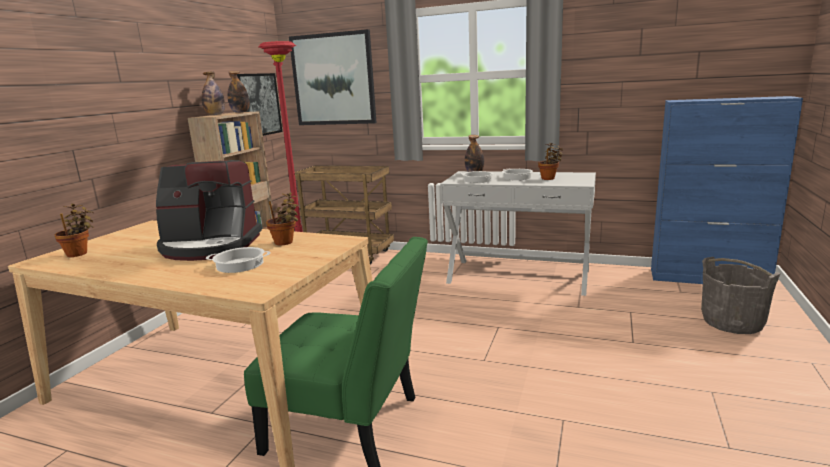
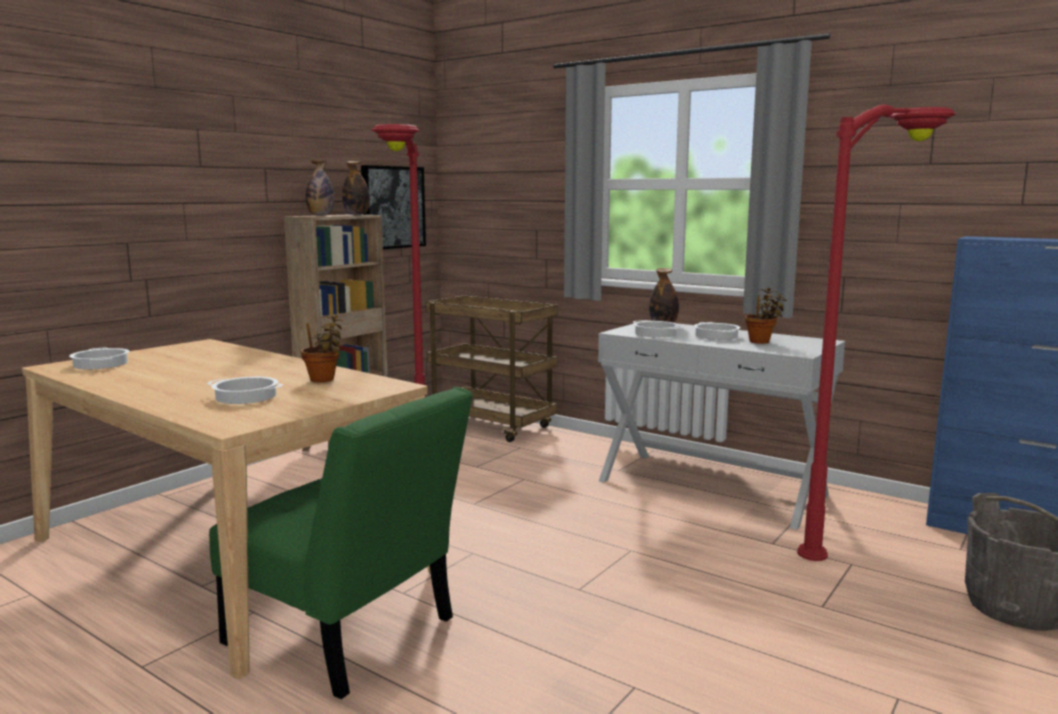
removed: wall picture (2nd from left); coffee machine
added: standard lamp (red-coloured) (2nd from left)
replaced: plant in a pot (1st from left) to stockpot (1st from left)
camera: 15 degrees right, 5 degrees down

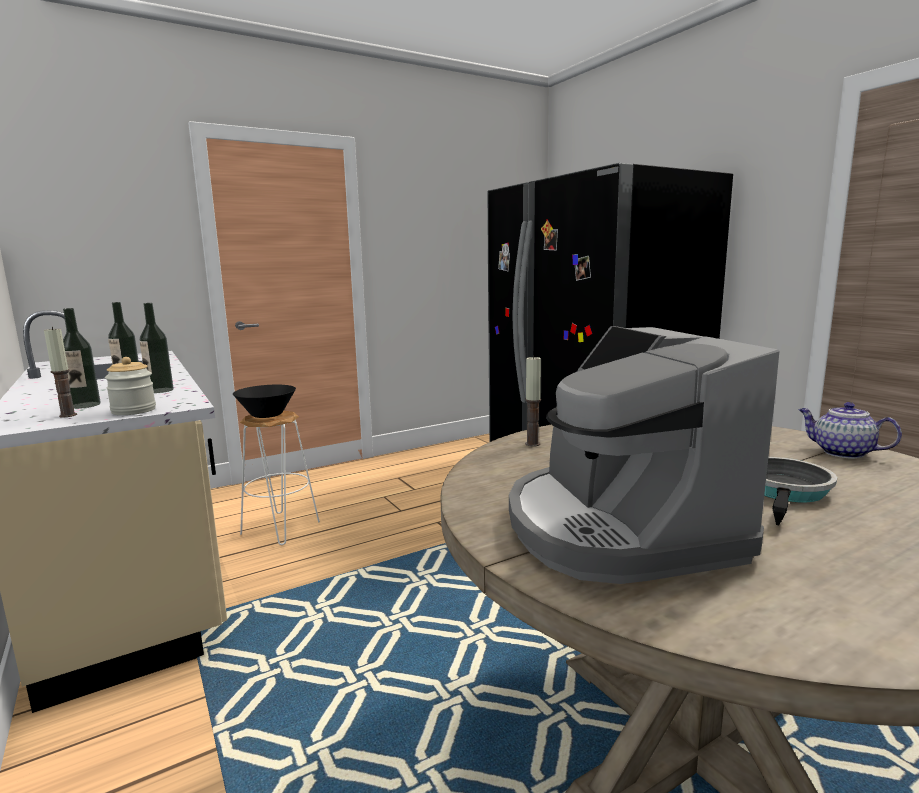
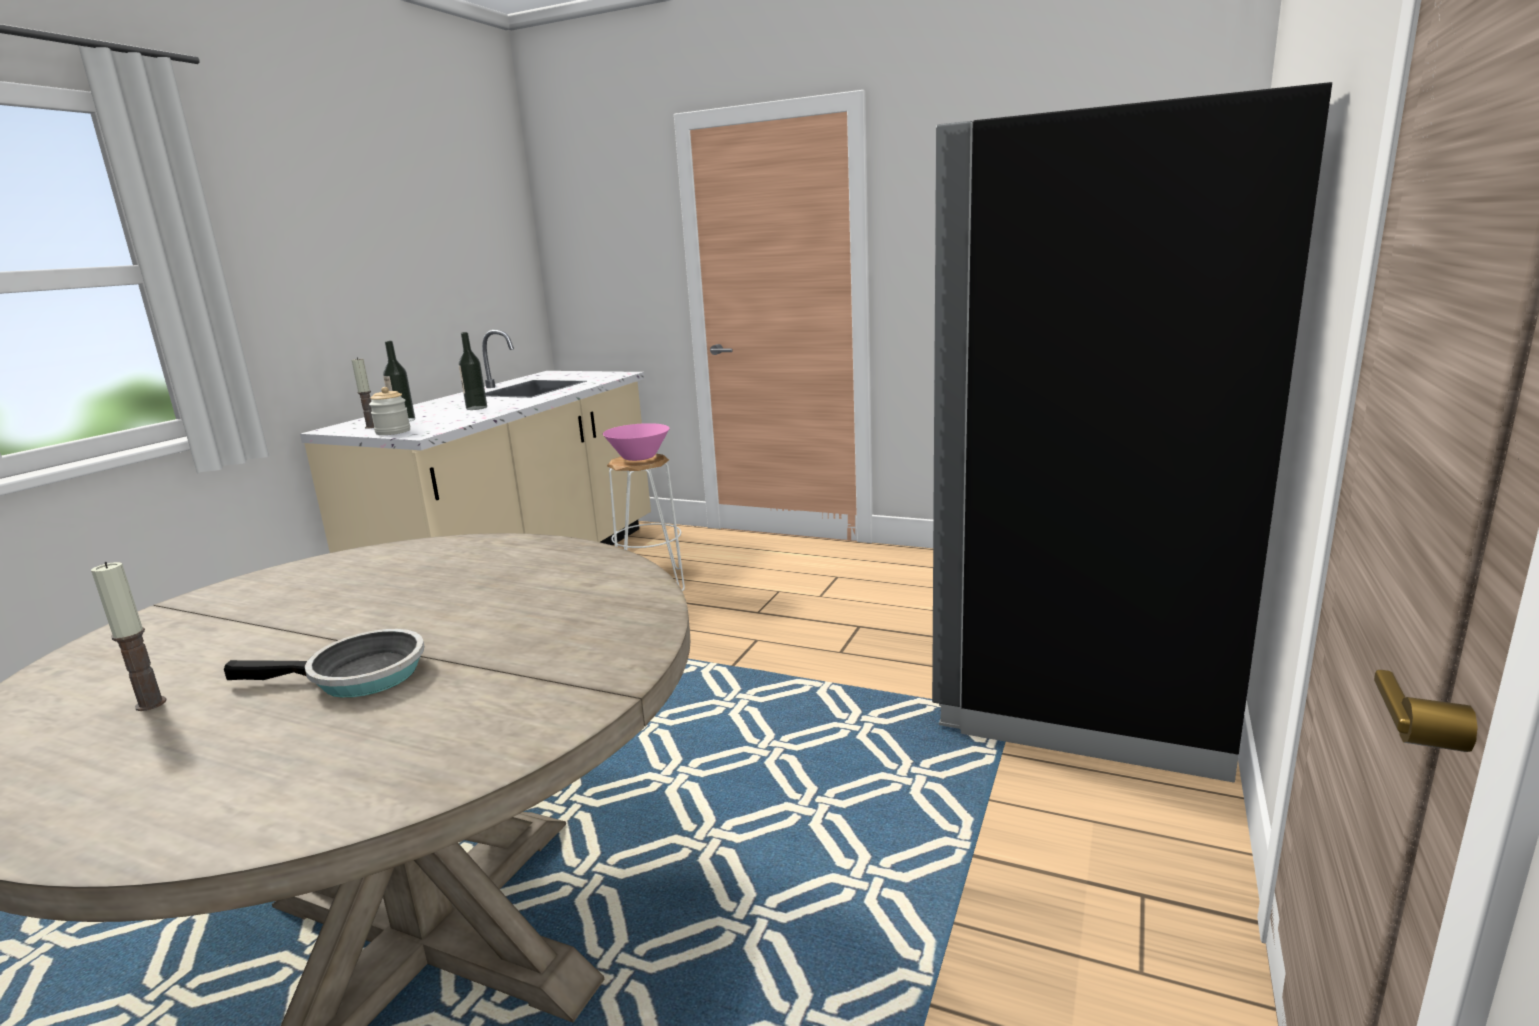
removed: beverage bottle (3rd from left); coffee machine; pot for tea
moved: wax light (2nd from left in the first image) to wax light (1st from left)
recoloured: deep dish (black) to deep dish (pinkish)
camera: 55 degrees right, 5 degrees up

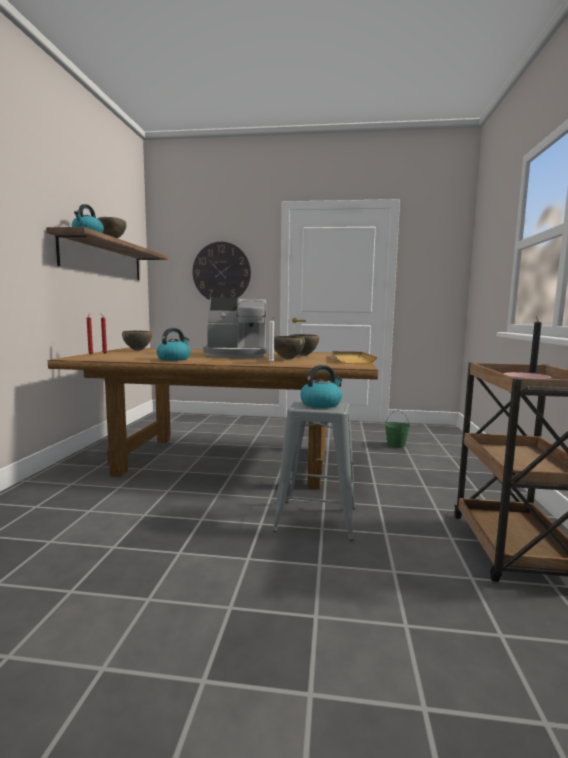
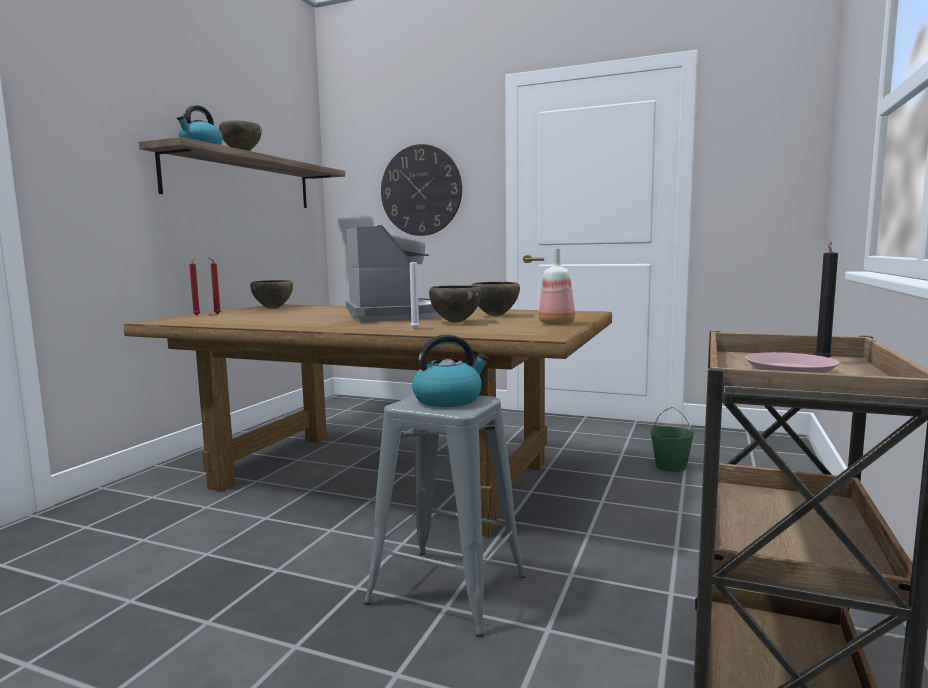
removed: tea kettle (2nd from left)
replaced: serving tray (sand-coloured) to beverage bottle
turned: coffee machine 120 degrees counterclockwise
camera: 15 degrees right, 0 degrees up

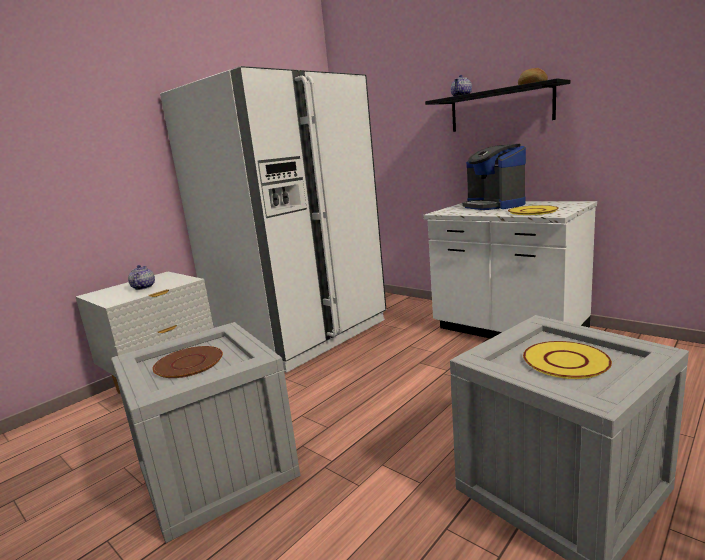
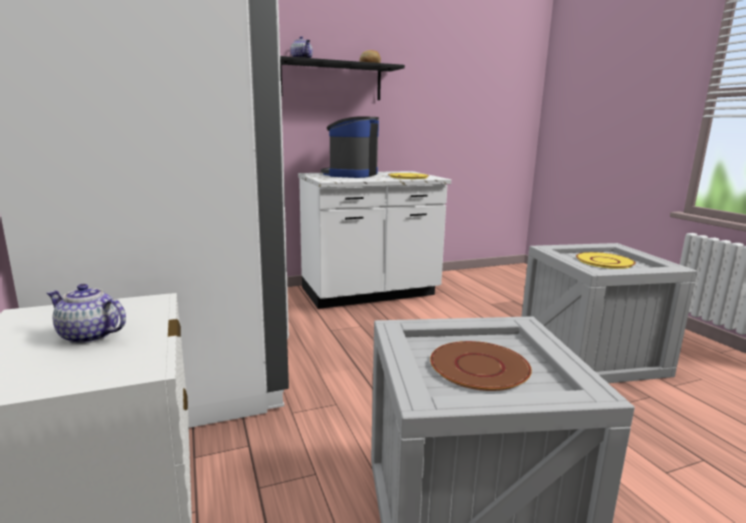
turned: coffee machine 105 degrees clockwise
camera: 65 degrees left, 0 degrees up

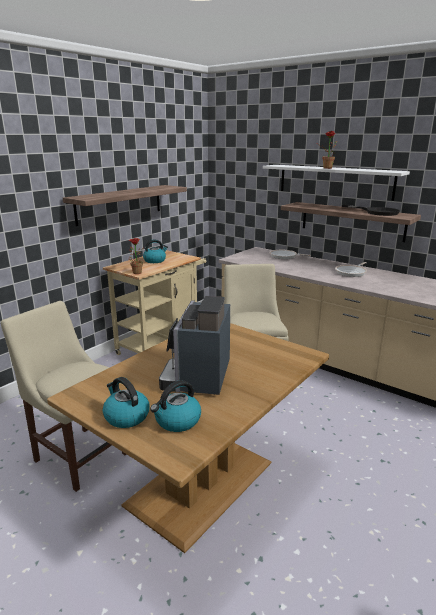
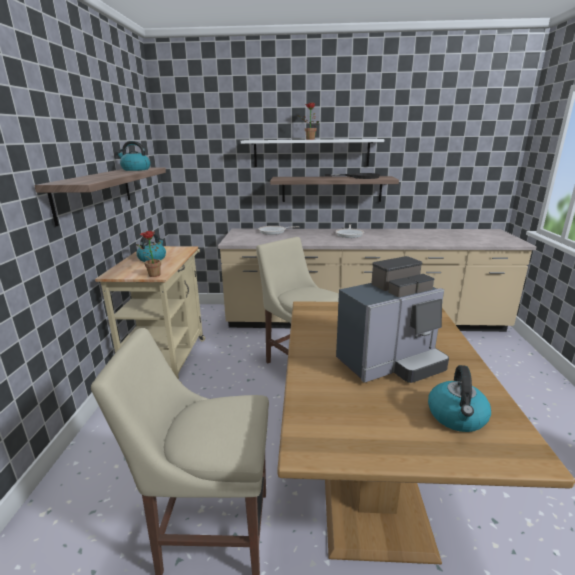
moved: tea kettle (1st from left)
turned: coffee machine 90 degrees counterclockwise
camera: 35 degrees left, 0 degrees up

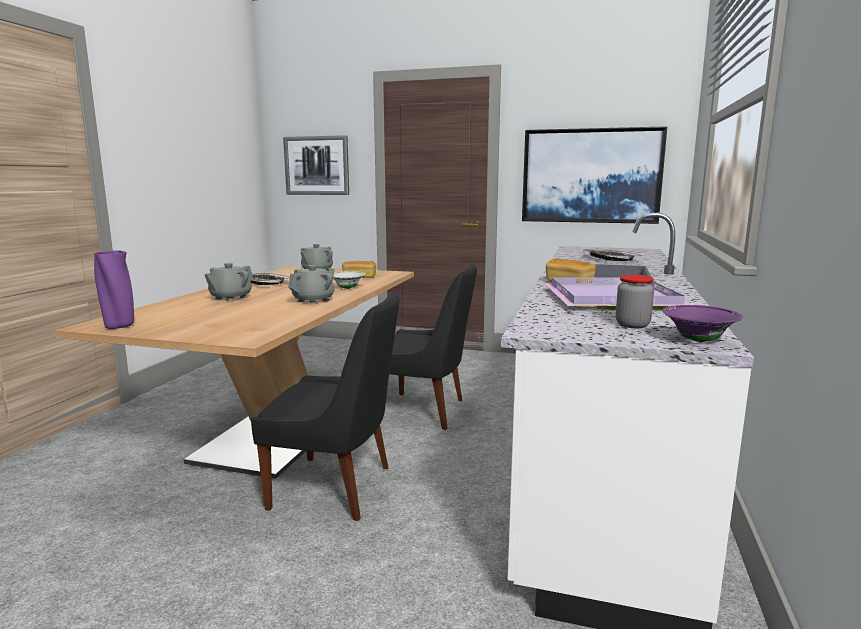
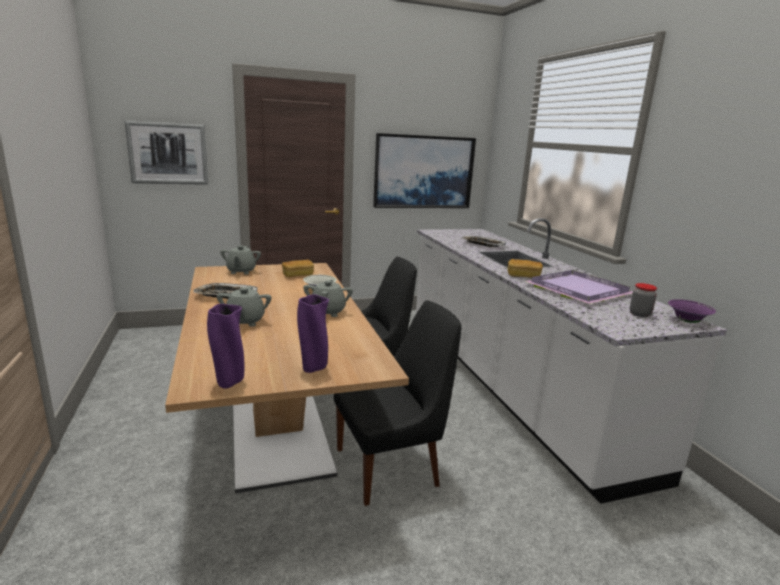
added: vase (purplish) (2nd from left)
camera: 35 degrees left, 5 degrees up

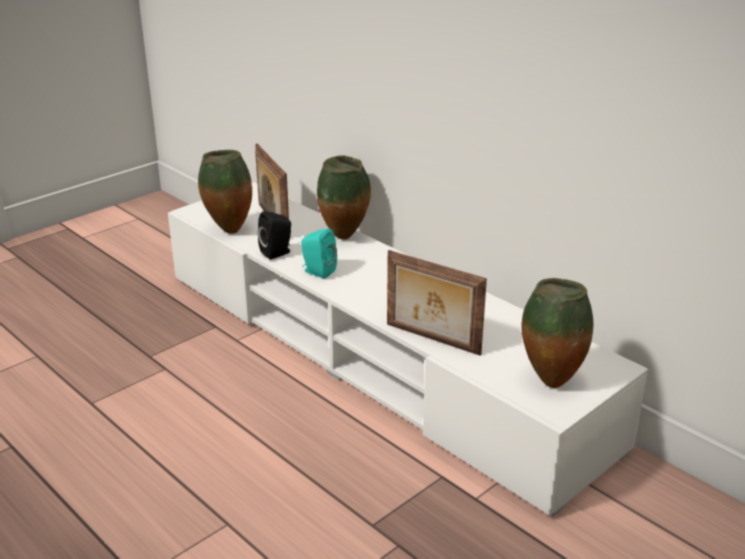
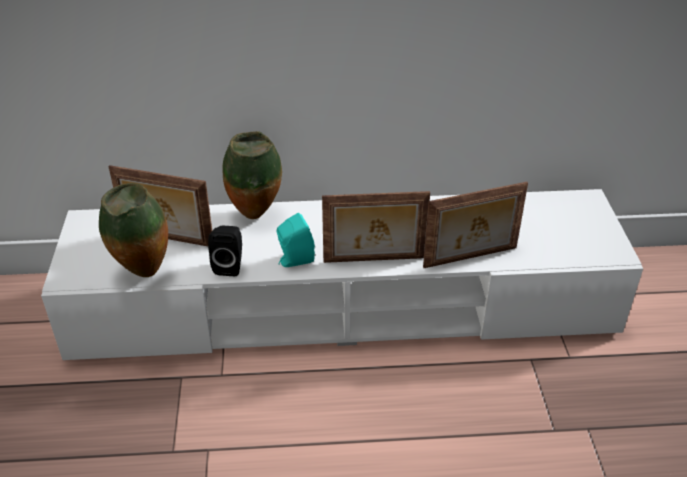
removed: vase (3rd from left)
added: photo frame (2nd from left)
camera: 50 degrees left, 10 degrees up

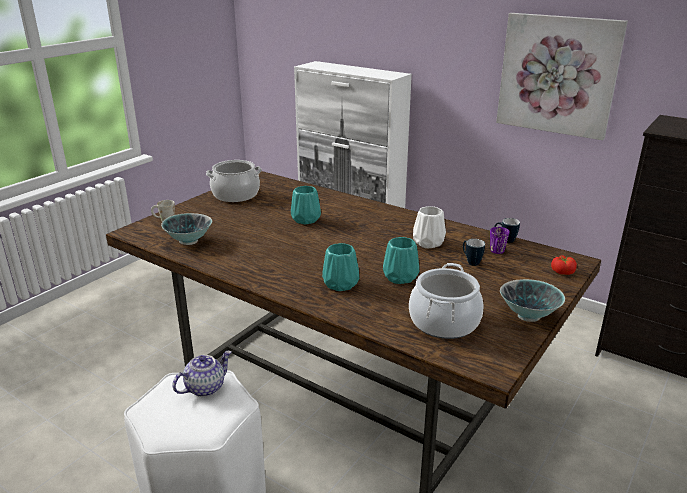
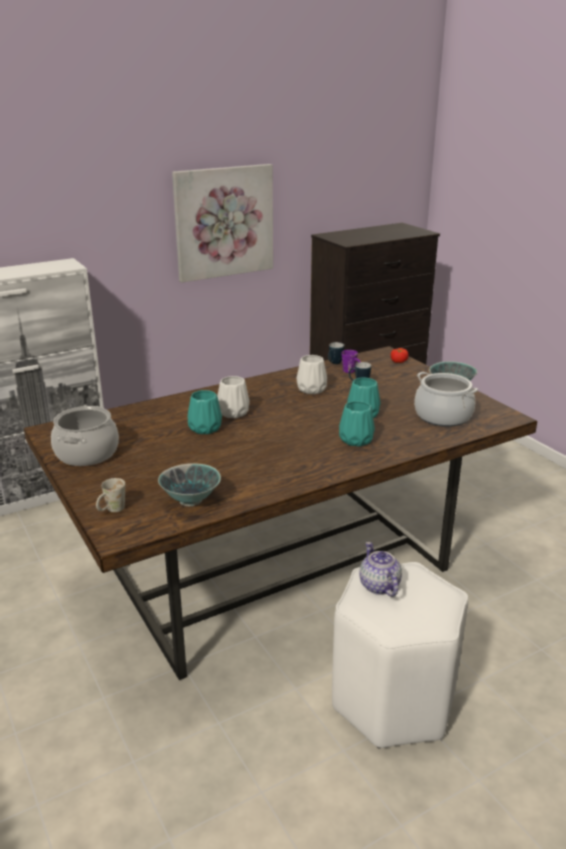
added: vase (whitish) (1st from left)
camera: 65 degrees left, 0 degrees up

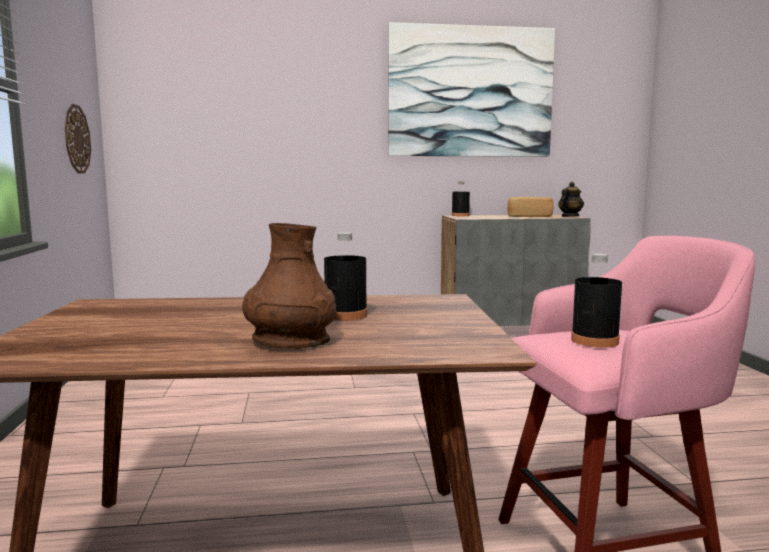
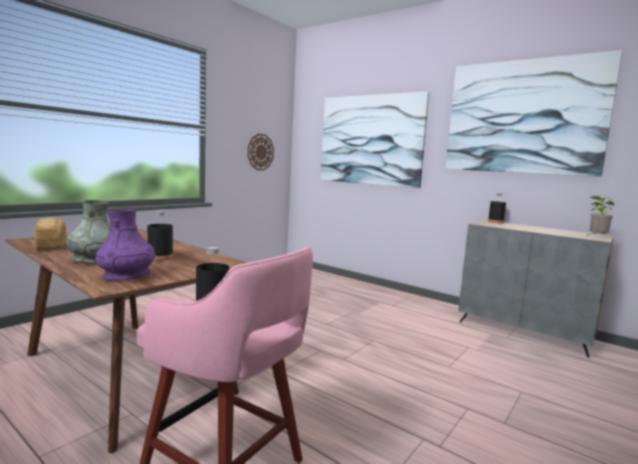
added: wall picture (1st from left); vase (purplish)
moved: baked bread
replaced: pot for tea to plant in a pot
recoloured: vase (brown) to vase (greyish)
camera: 45 degrees right, 0 degrees up

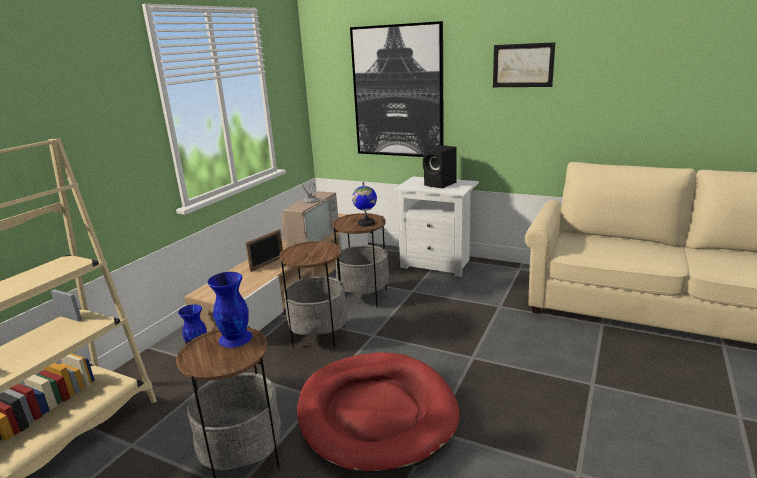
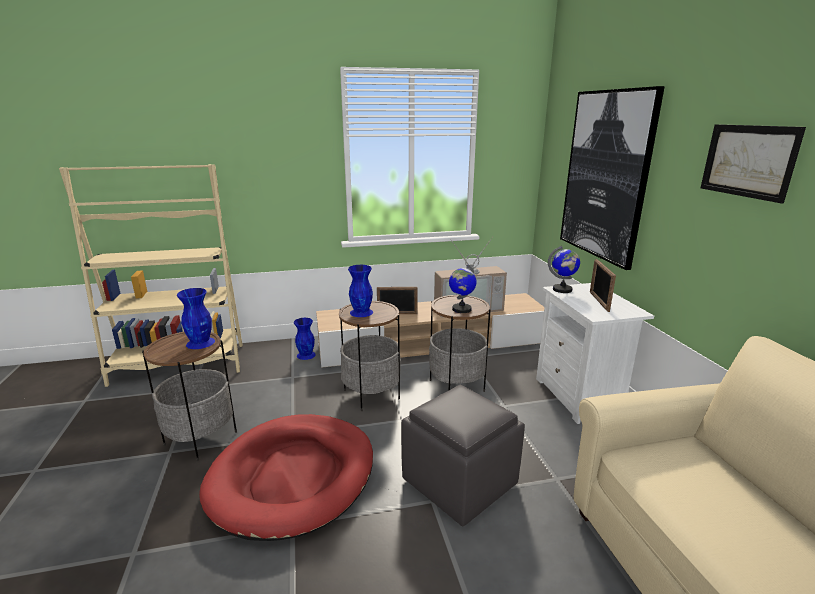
added: world globe (2nd from left); vase (bluish) (3rd from left); footrest (greyish)
replaced: speaker (black) to photo frame (2nd from left)
camera: 50 degrees right, 0 degrees up

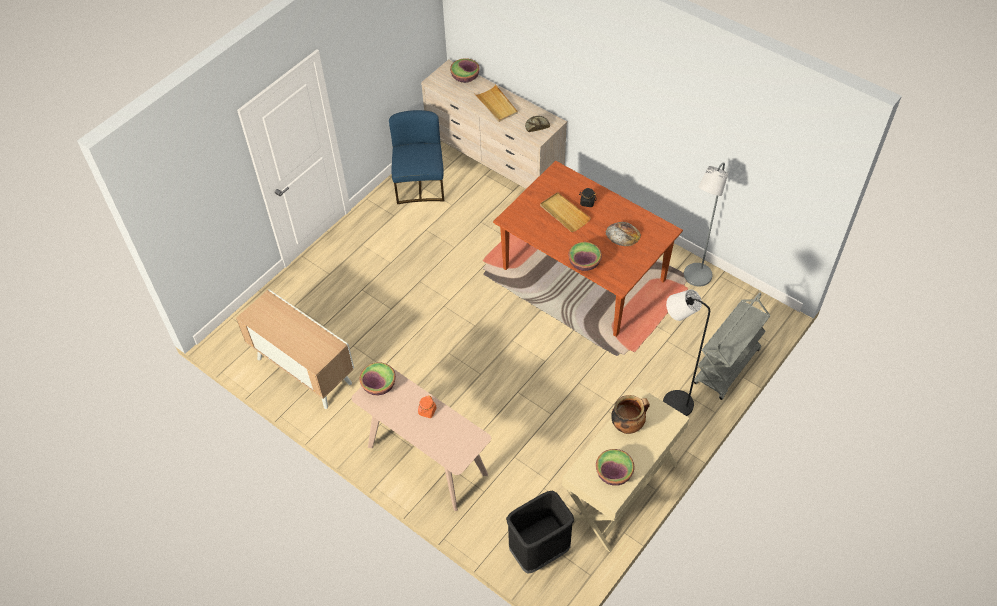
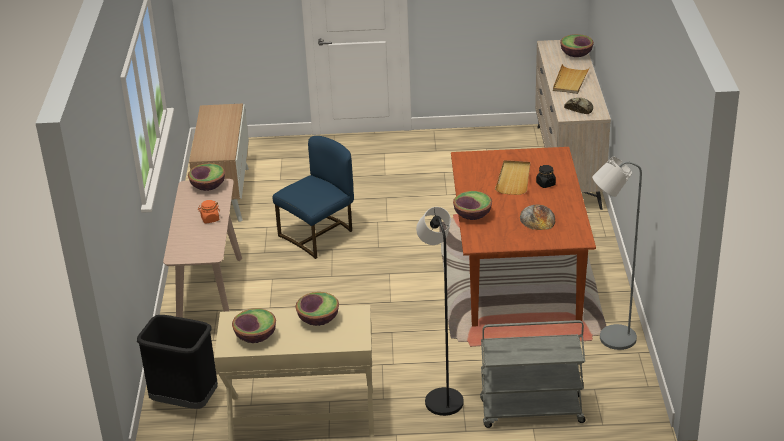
moved: chair (bluish)
replaced: stockpot to deep dish (3rd from left)
camera: 50 degrees right, 20 degrees down

